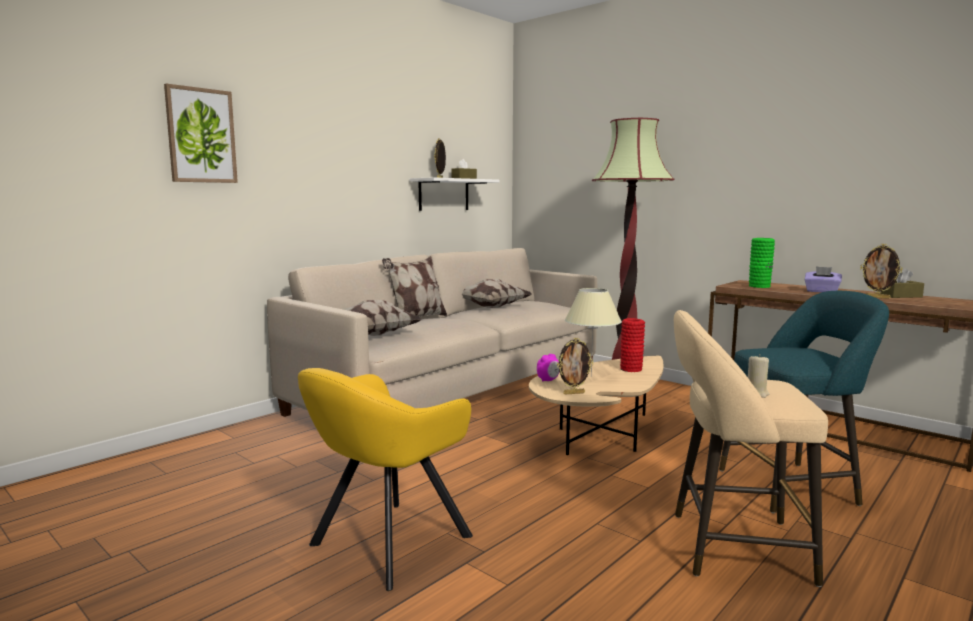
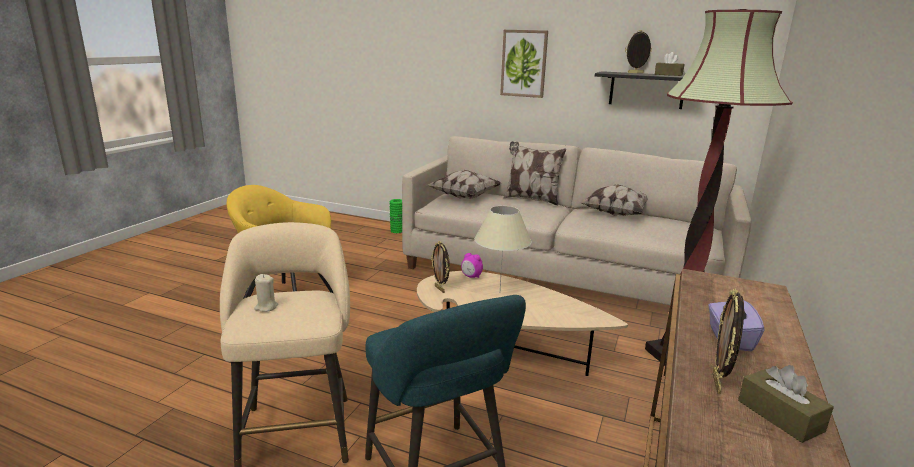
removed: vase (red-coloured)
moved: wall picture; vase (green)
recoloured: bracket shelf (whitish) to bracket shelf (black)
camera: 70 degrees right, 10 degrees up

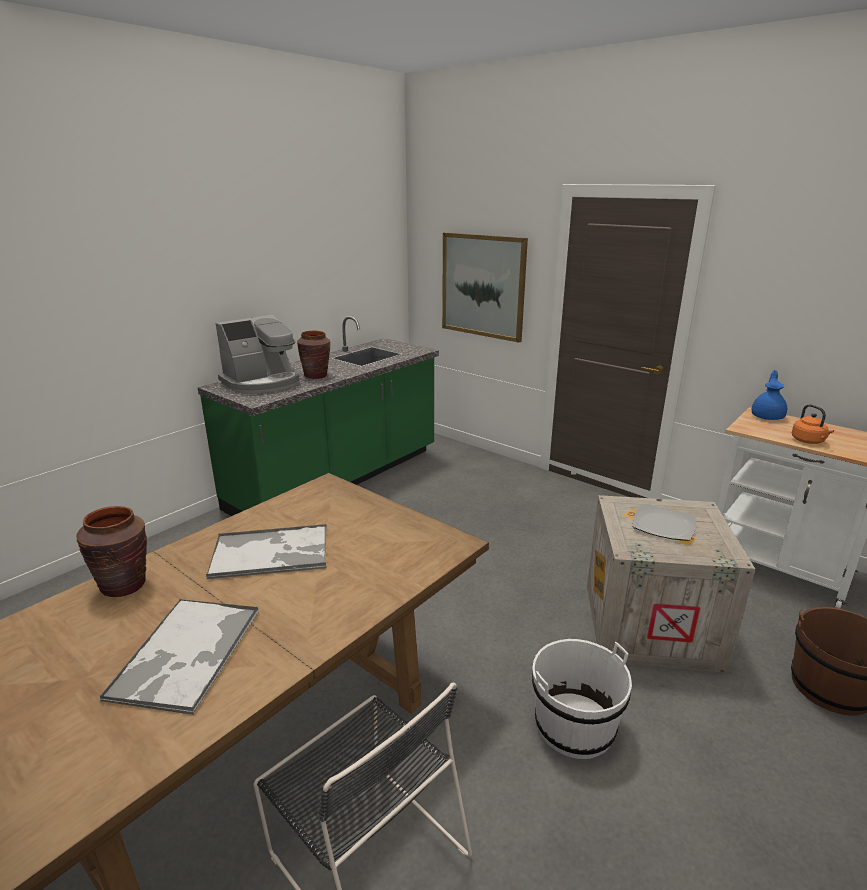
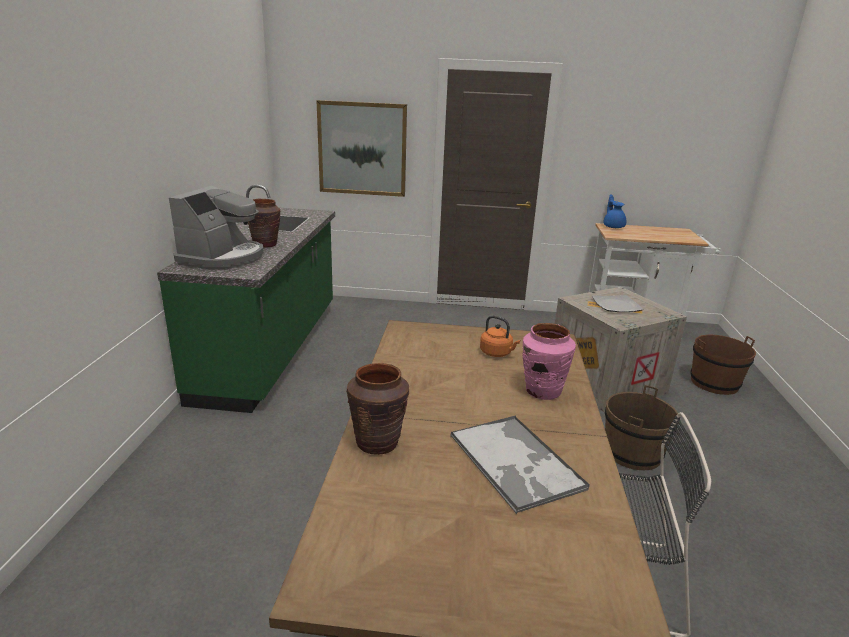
removed: serving tray (2nd from left)
added: vase (pinkish)
moved: tea kettle (orange)
recoloured: water bucket (whitish) to water bucket (brown) (1st from left)
camera: 35 degrees left, 0 degrees up

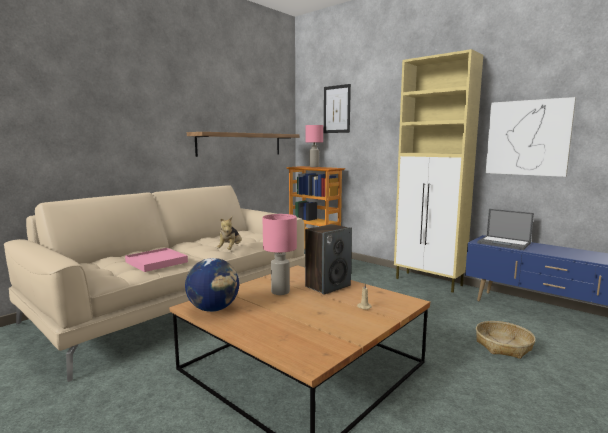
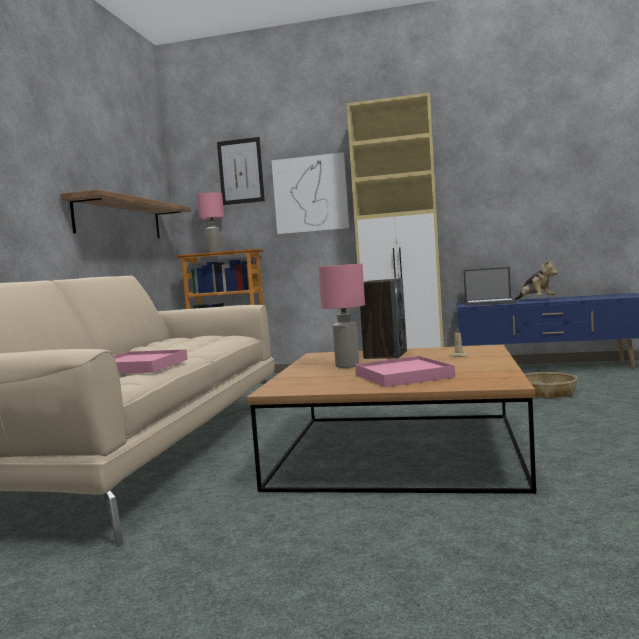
removed: world globe
added: serving tray (pinkish) (2nd from left)
moved: wall picture (2nd from left); plush toy
camera: 30 degrees left, 5 degrees down

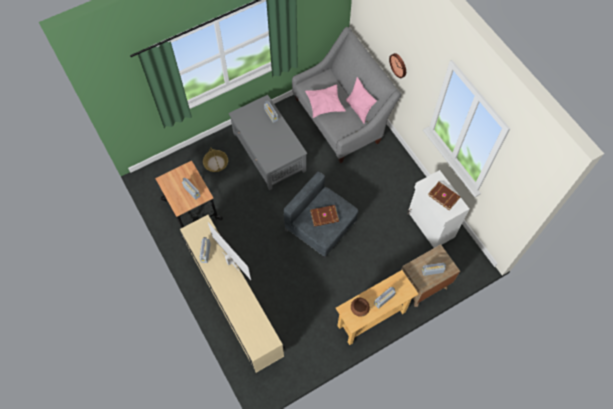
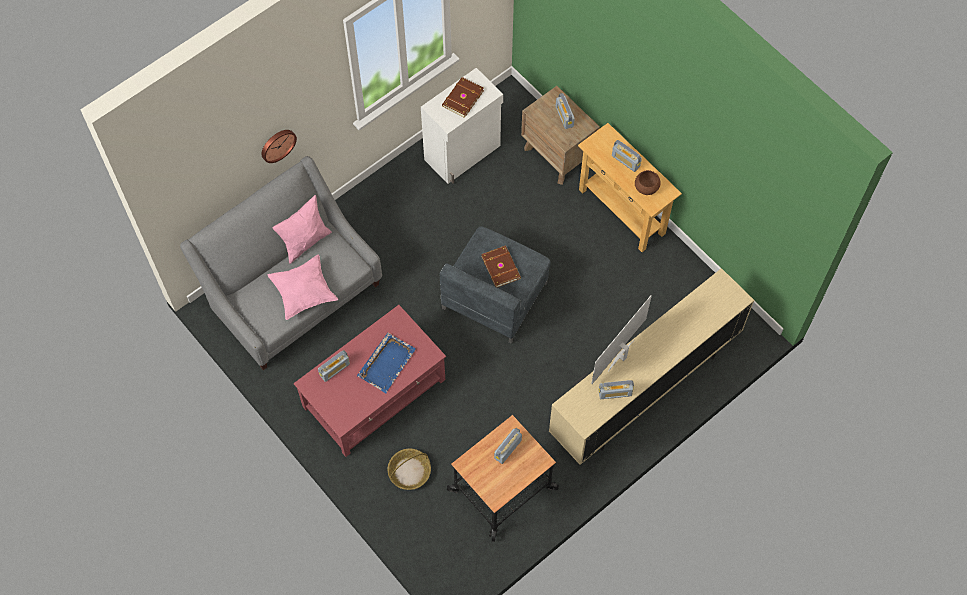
added: serving tray (bluish)
recoloured: lounge table (greyish) to lounge table (red-coloured)
camera: 100 degrees left, 0 degrees up

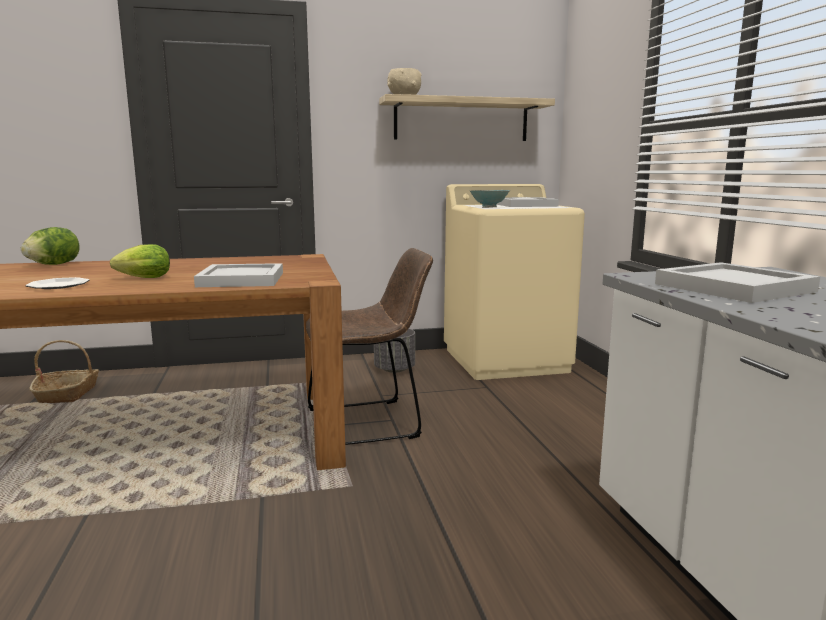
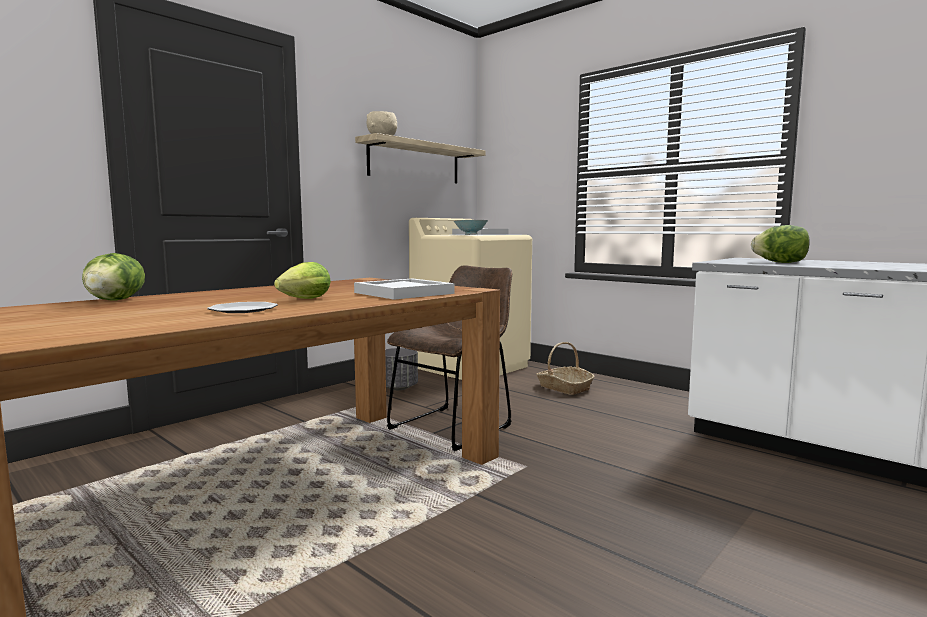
moved: household basket
replaced: serving tray (whitish) (3rd from left) to head of lettuce (3rd from left)
camera: 35 degrees left, 5 degrees down

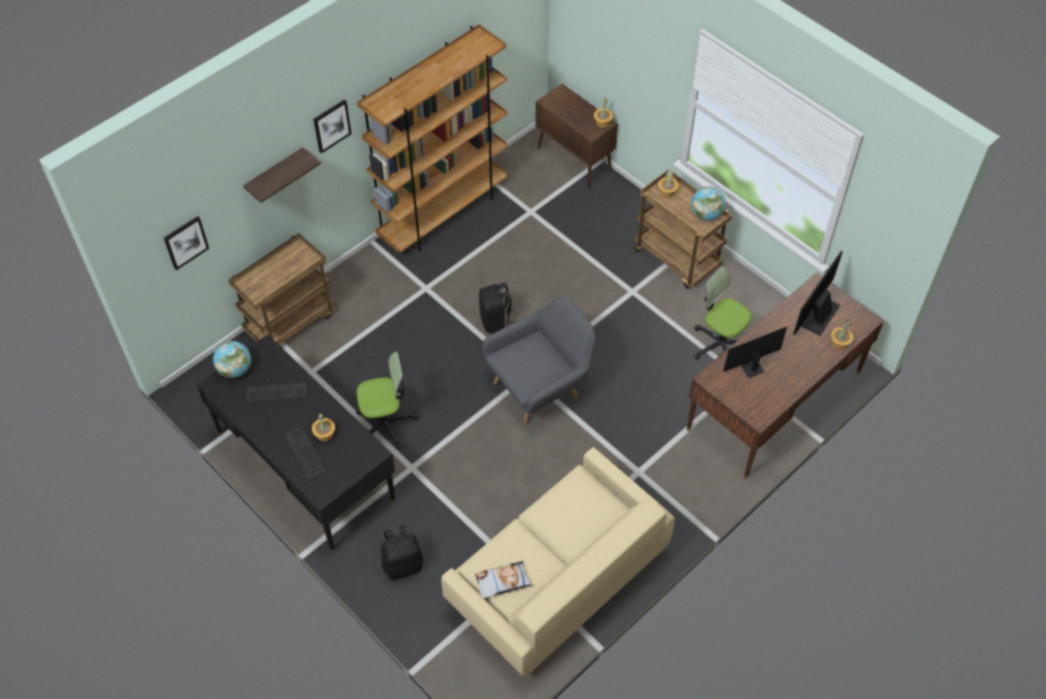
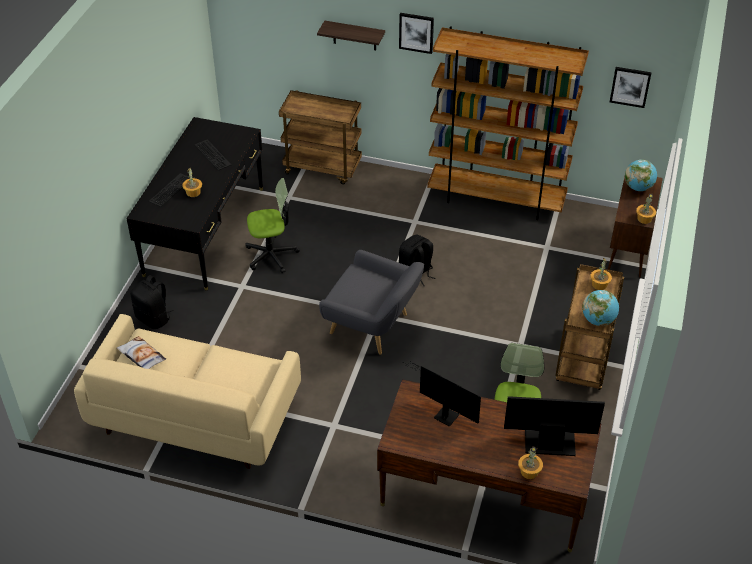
moved: wall picture (1st from left in the first image) to wall picture (2nd from left); world globe (1st from left in the first image) to world globe (2nd from left)
turned: computer chair (1st from left) 60 degrees counterclockwise
camera: 60 degrees right, 10 degrees down

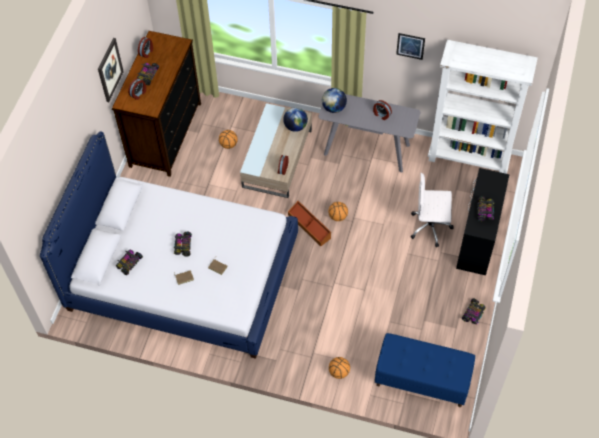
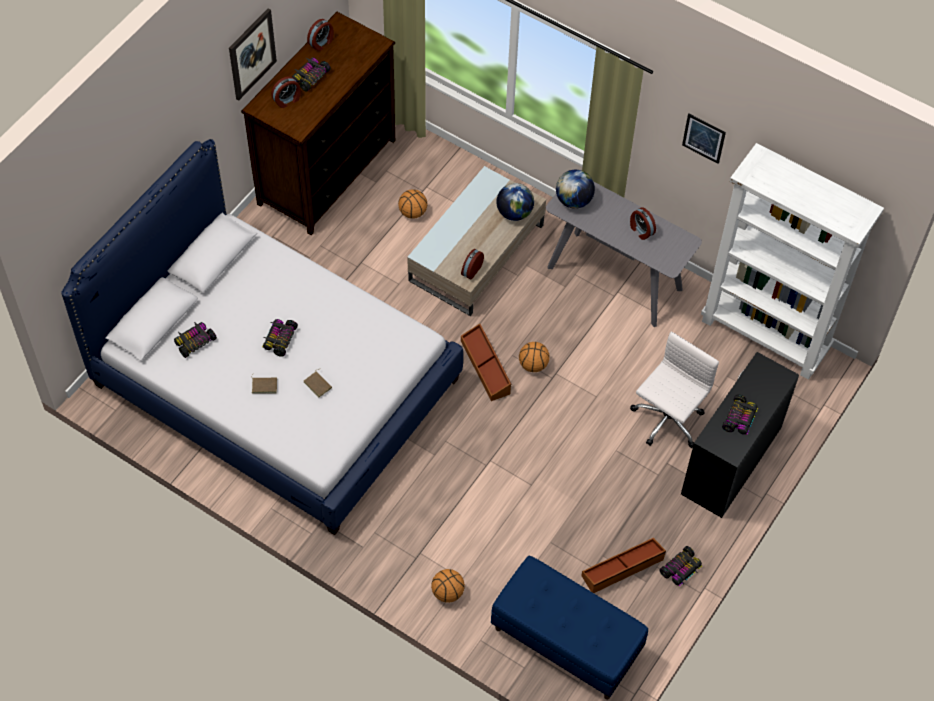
added: storage box (brown) (2nd from left)
turned: computer chair (whitish) 105 degrees clockwise
camera: 15 degrees right, 0 degrees up

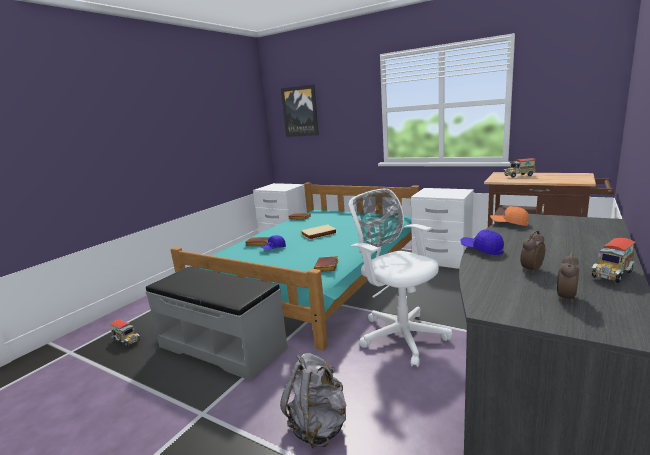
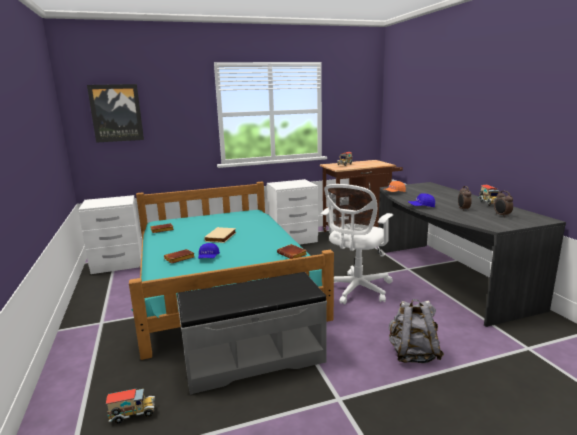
turned: computer chair (whitish) 60 degrees counterclockwise
camera: 50 degrees left, 0 degrees up

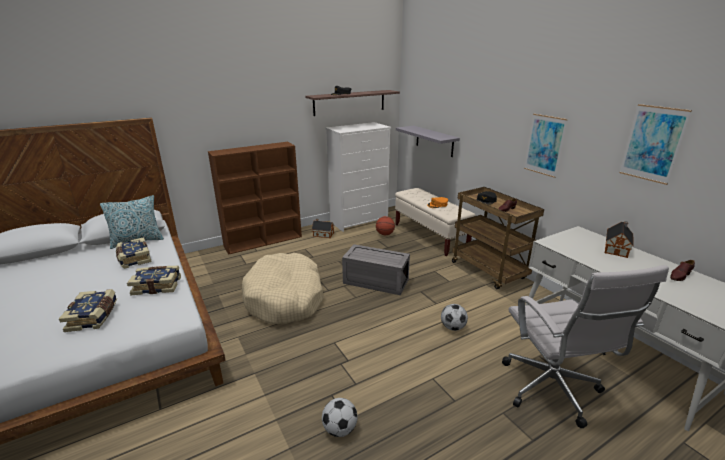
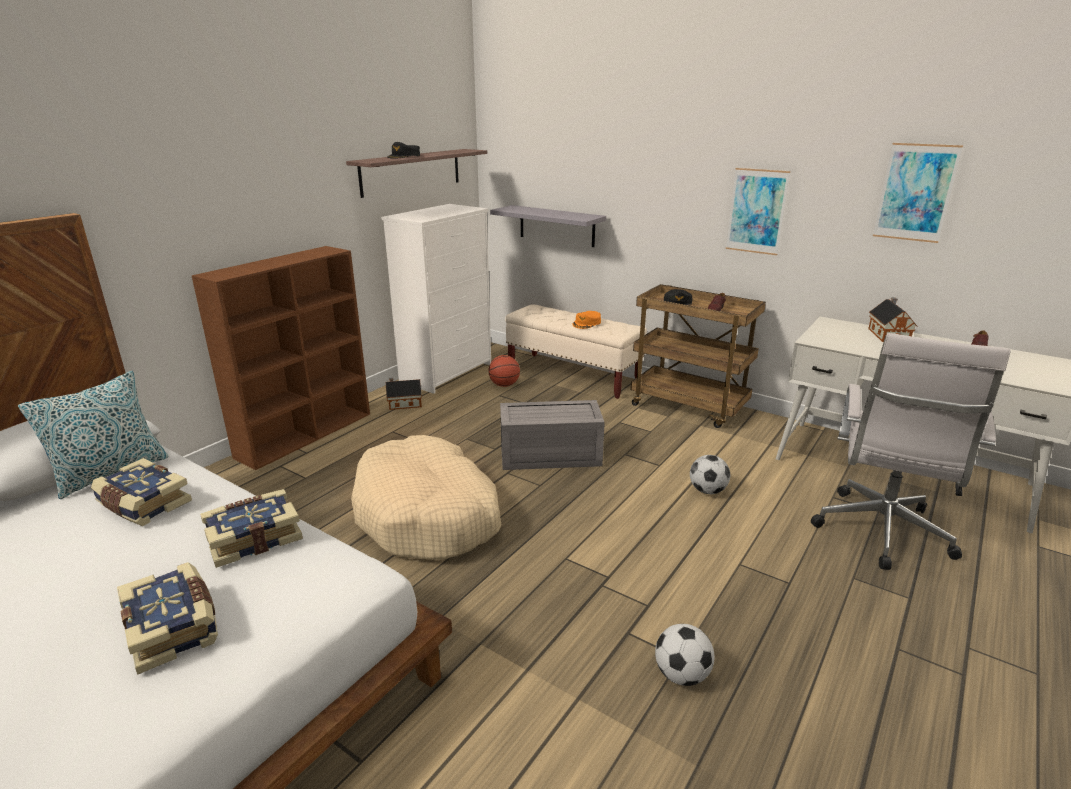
turned: computer chair (whitish) 60 degrees clockwise
camera: 25 degrees left, 0 degrees up

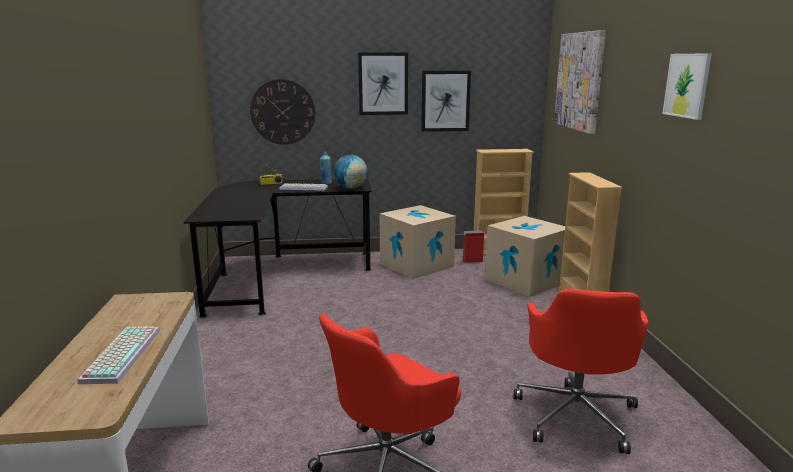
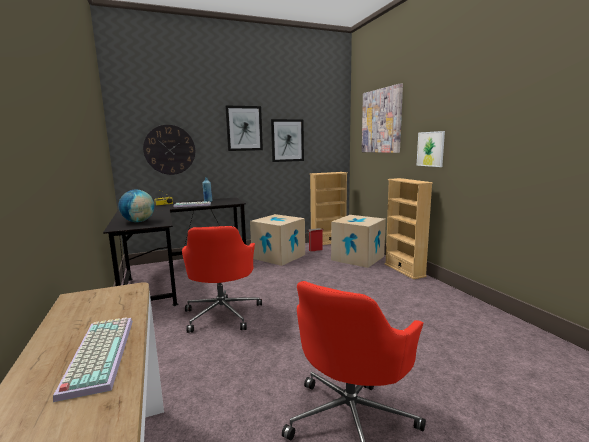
moved: wall picture (4th from left); world globe; computer chair (red-coloured) (2nd from left in the first image) to computer chair (red-coloured) (1st from left)
camera: 15 degrees left, 5 degrees down

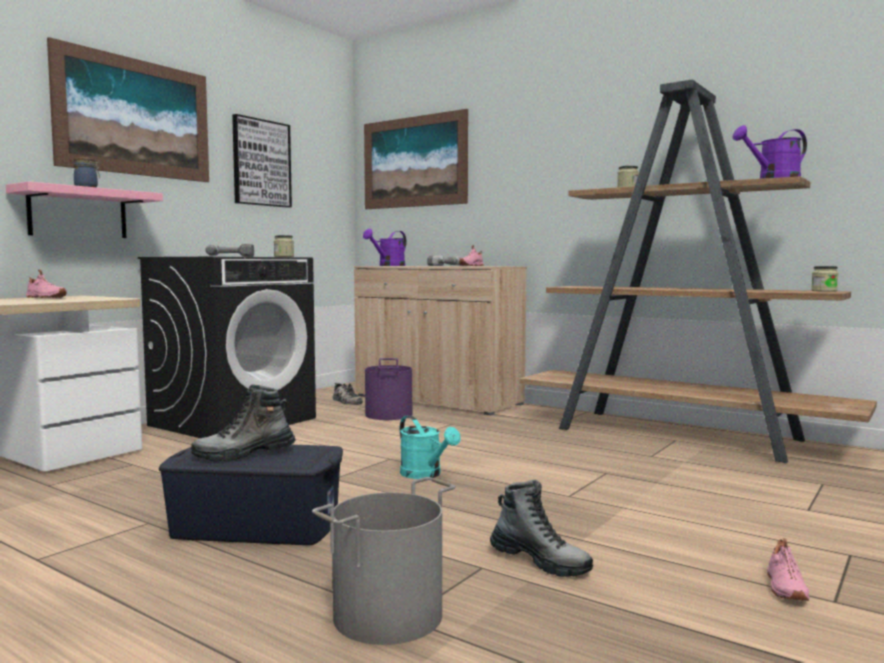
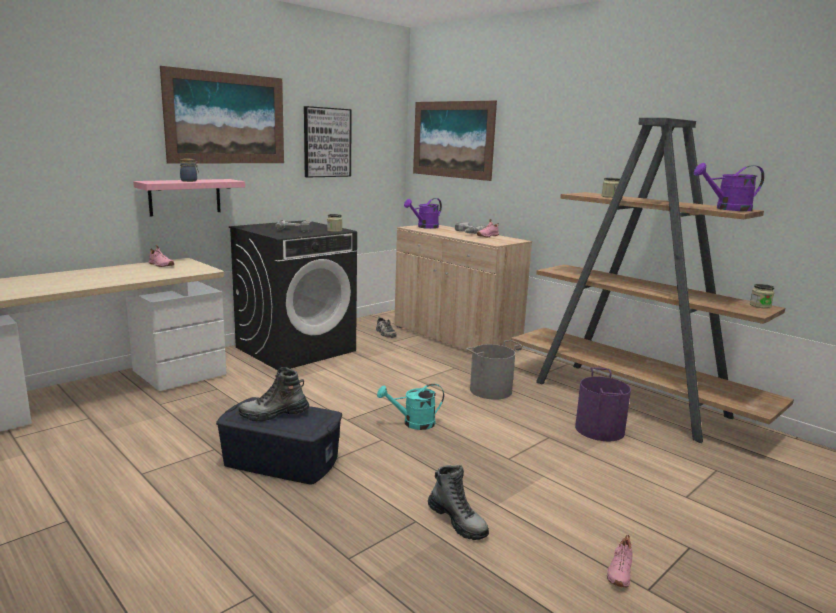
moved: water bucket (purplish); water bucket (greyish)
turned: sprinkling can (turquoise) 105 degrees clockwise
camera: 10 degrees right, 10 degrees up

